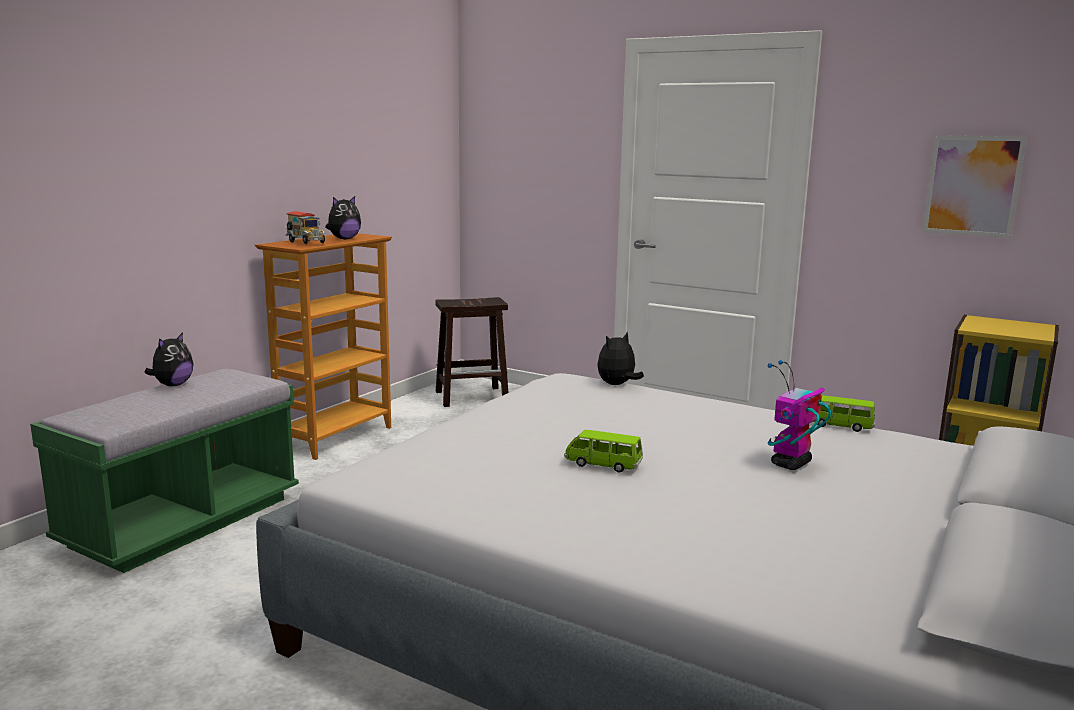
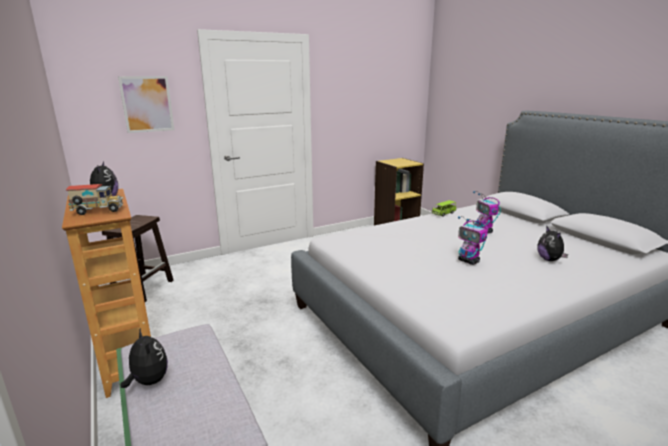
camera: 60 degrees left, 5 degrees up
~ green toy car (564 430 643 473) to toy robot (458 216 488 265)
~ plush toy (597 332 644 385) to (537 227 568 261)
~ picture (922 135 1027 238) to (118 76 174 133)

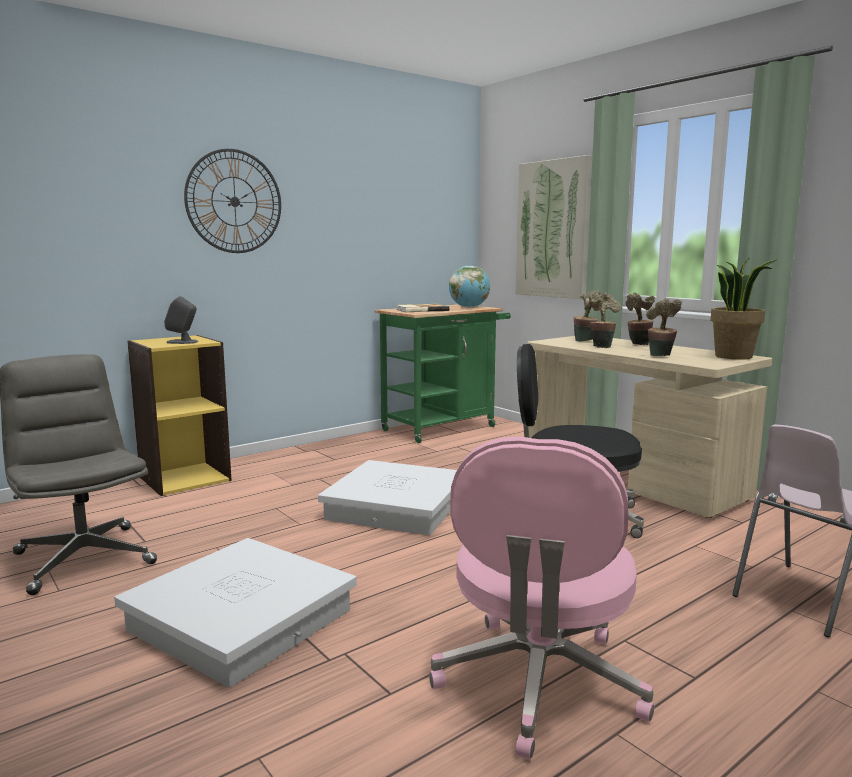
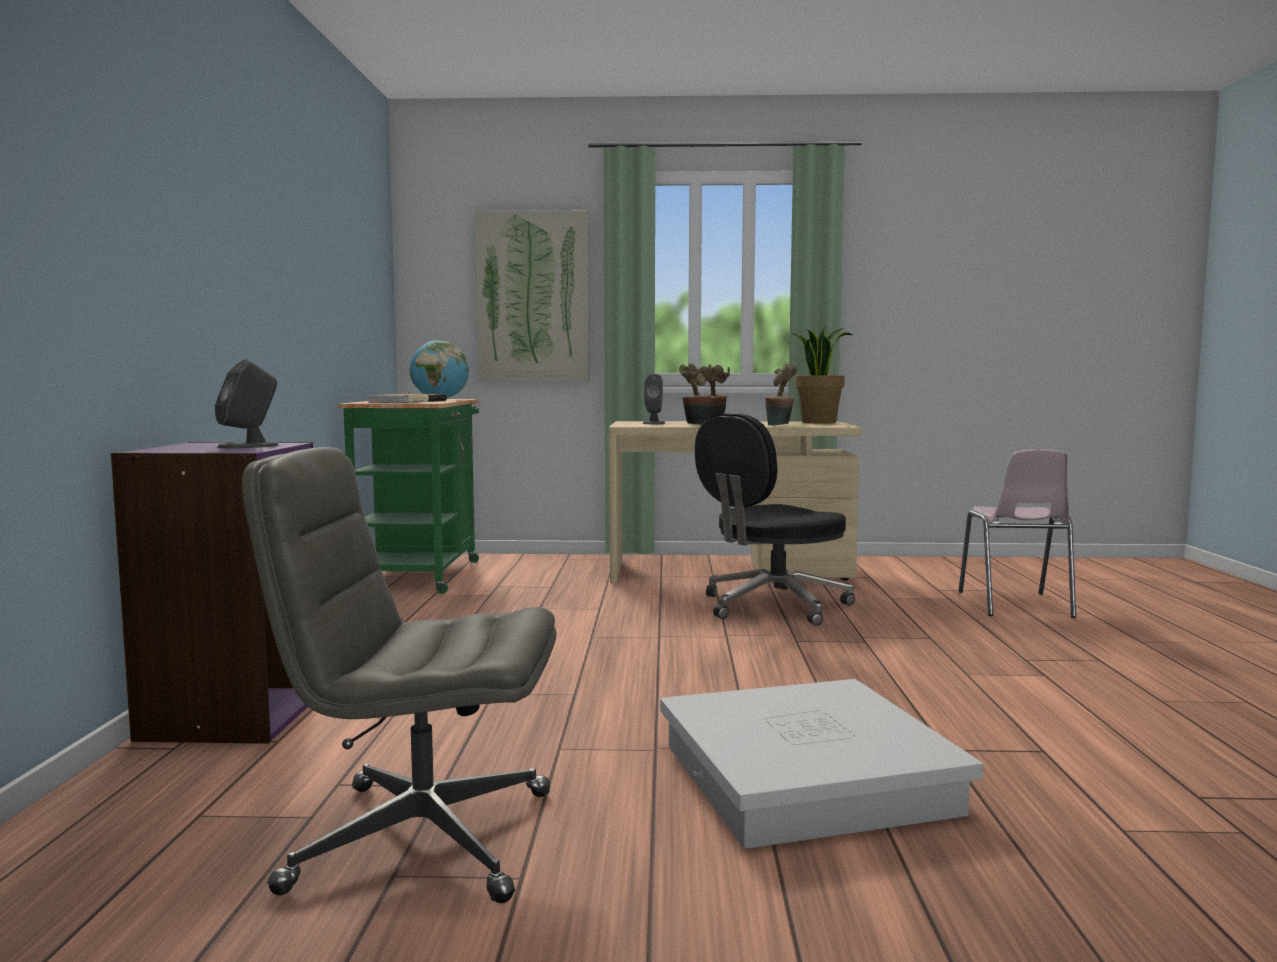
camera: 50 degrees left, 5 degrees down
~ yellow bookcase (127 335 232 496) to purple bookcase (111 442 313 744)
- wall clock (184 149 281 253)
- white storage box (318 460 457 536)
- pink office chair (429 437 655 760)
~ potted plant (574 290 600 341) to grey speaker (642 374 665 424)

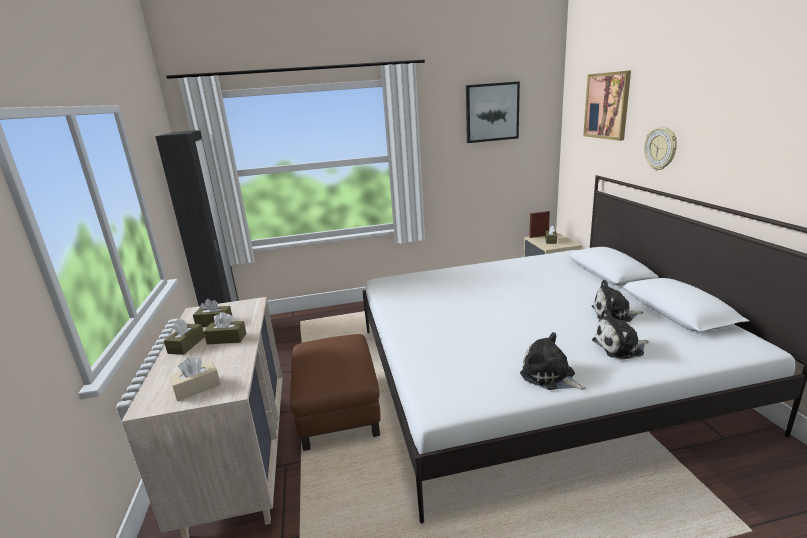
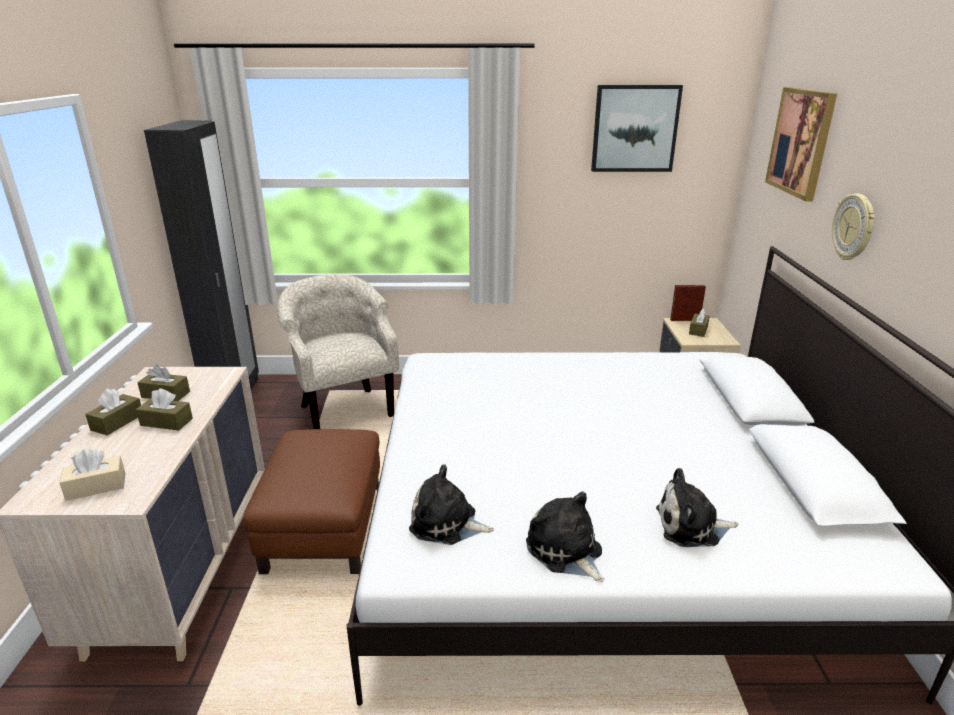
camera: 10 degrees right, 5 degrees up
~ plush toy (592 280 643 322) to (409 464 494 545)
+ beige armchair (277 274 399 429)

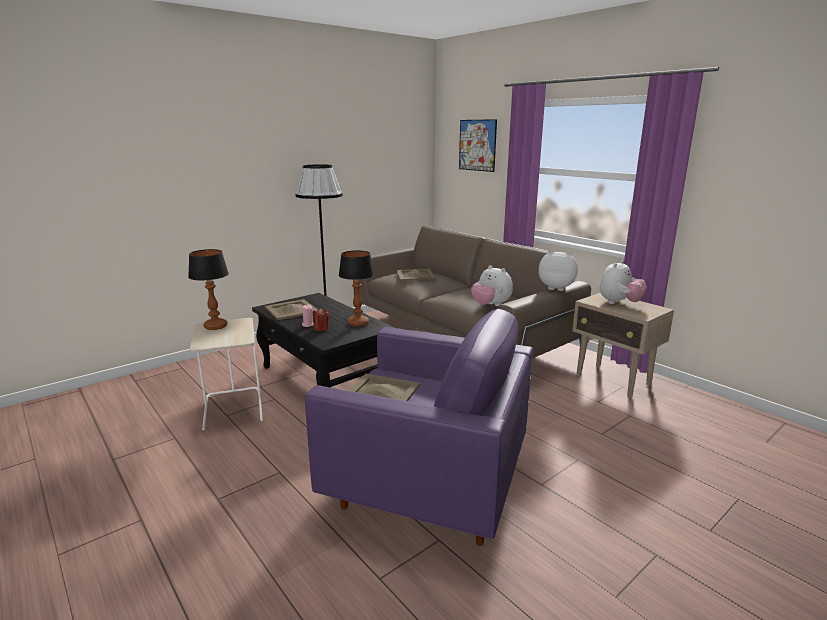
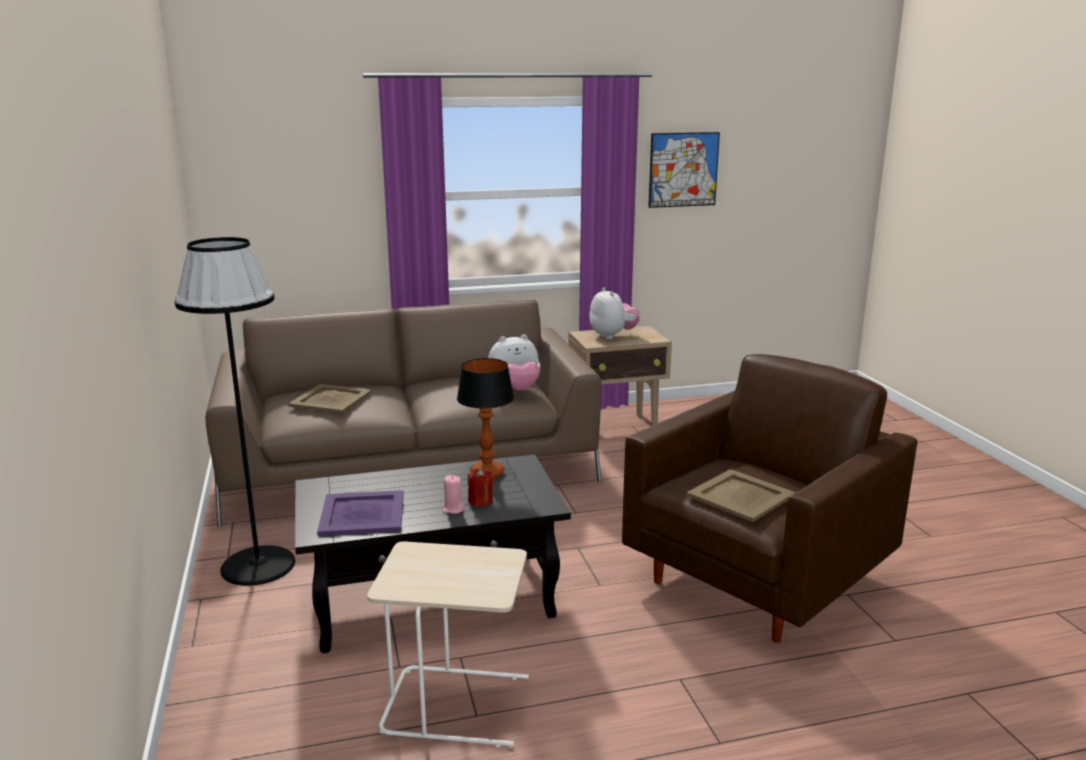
camera: 65 degrees left, 0 degrees up
- table lamp (188 249 229 330)
~ beige tray (265 299 318 320) to purple tray (317 490 404 536)
~ purple armchair (305 309 533 546) to brown armchair (622 354 918 643)
~ picture (459 119 497 172) to (648 132 720 208)
- plush toy (539 250 578 291)

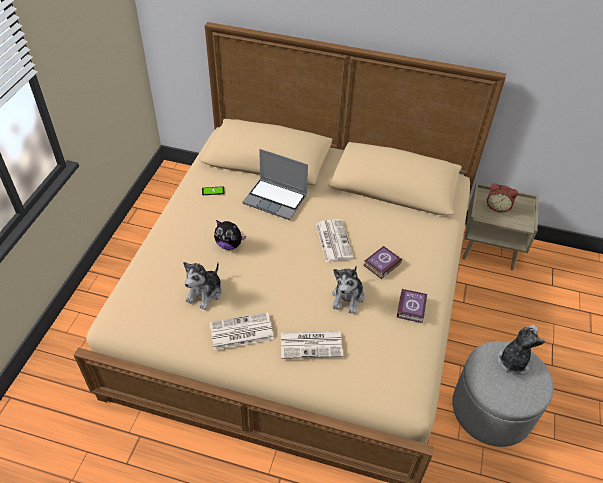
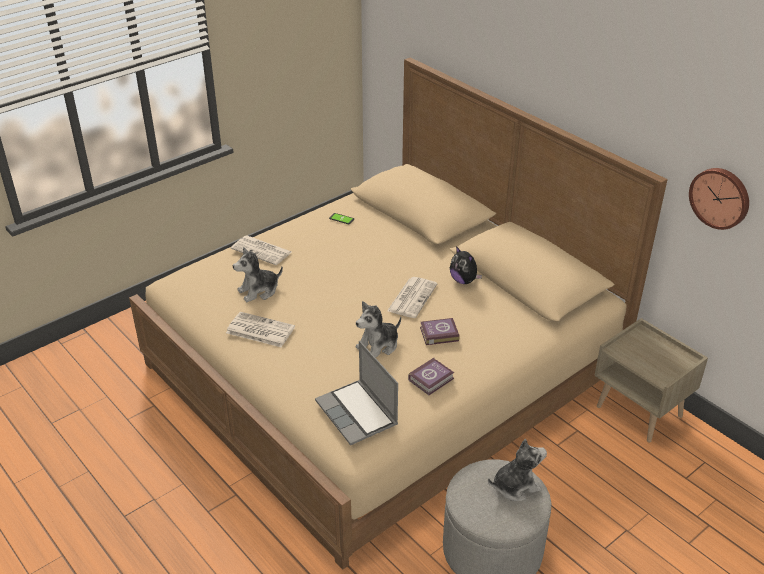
camera: 35 degrees right, 10 degrees down
~ plush toy (214 220 246 250) to (450 246 482 284)
~ laptop (242 149 308 220) to (315 341 398 446)
~ newspaper (281 331 343 359) to (231 235 292 265)
- alarm clock (487 183 518 213)
+ wall clock (689 168 749 230)

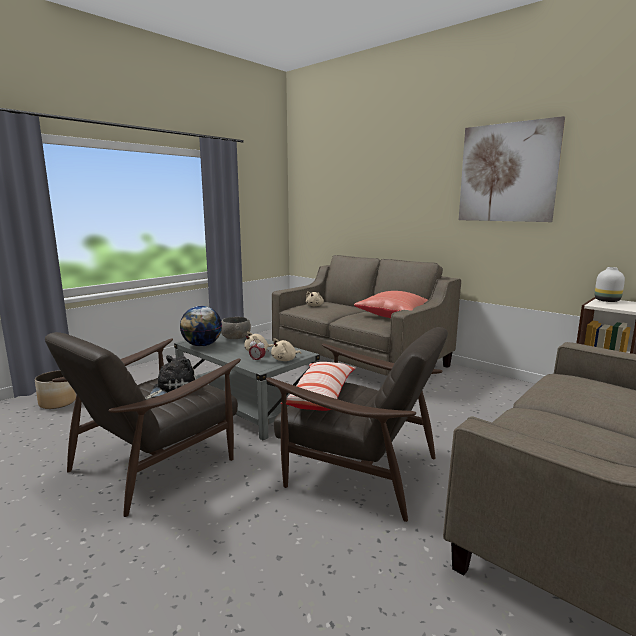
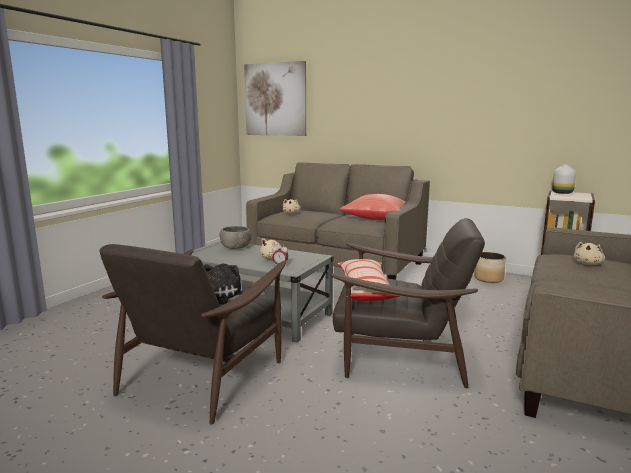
camera: 15 degrees left, 0 degrees up
~ planter (35 370 76 409) to (474 252 506 283)
- globe (180 306 222 346)
~ beige plush toy (271 338 301 361) to (574 242 605 265)
~ picture (459 116 565 222) to (244 61 306 136)

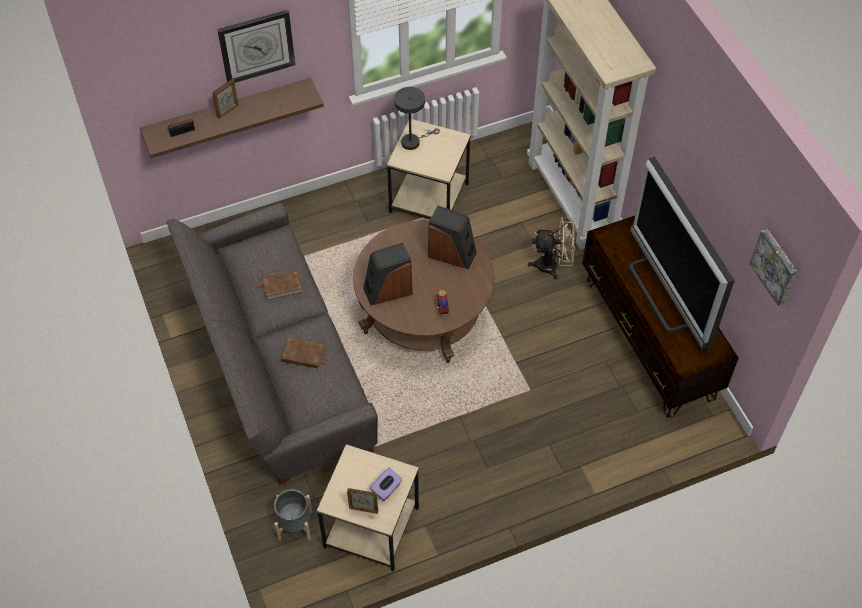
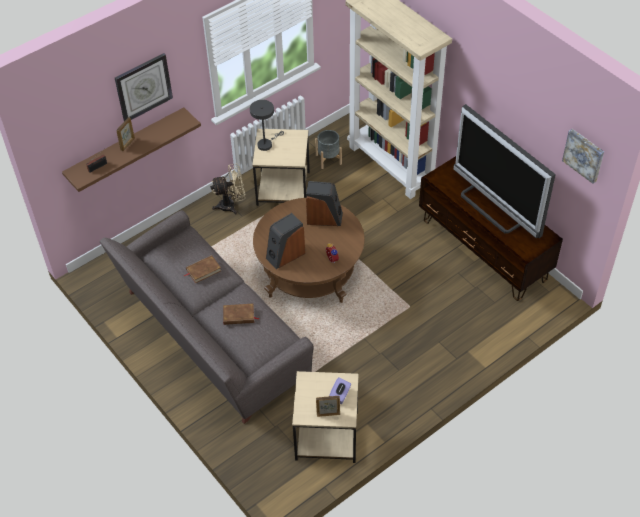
camera: 15 degrees left, 5 degrees down
~ grey planter (274 489 312 540) to (315 130 342 169)
~ beige fan (528 217 575 279) to (210 164 245 214)

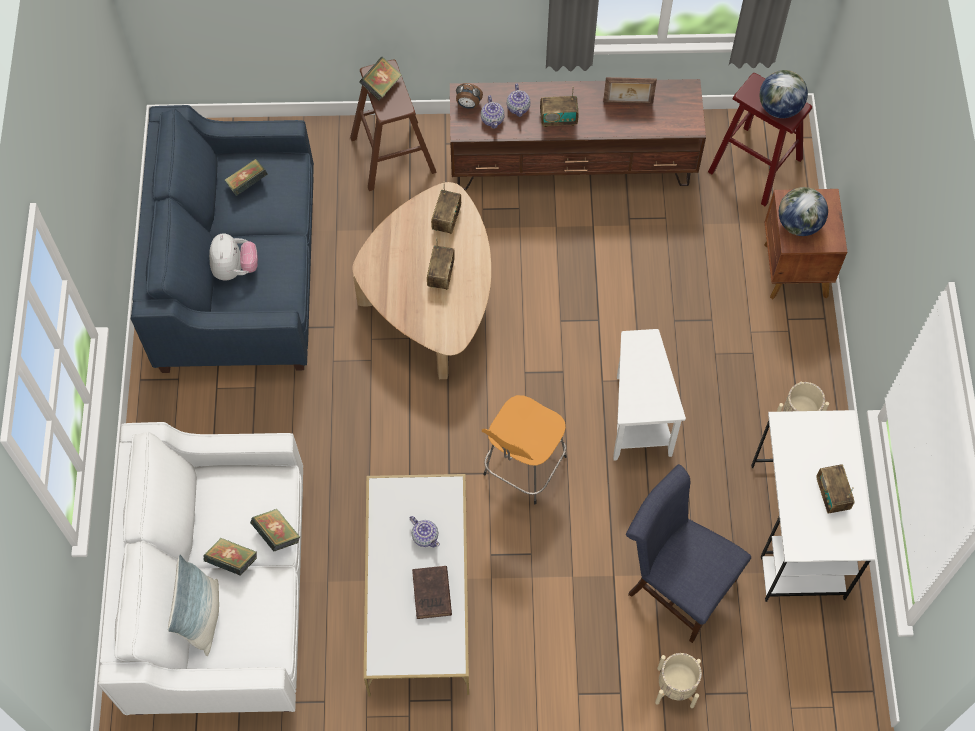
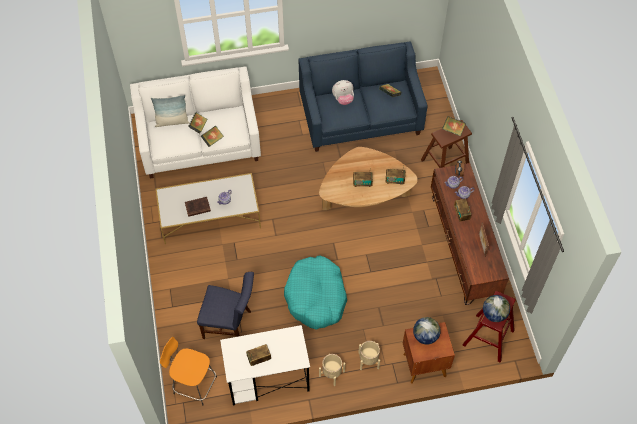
camera: 80 degrees right, 5 degrees down
~ orange stool (482 395 567 504) to (160 337 217 405)
~ white side table (613 329 686 460) to turquoise dog bed (284 255 347 330)
~ blue chair (626 464 751 643) = (197 272 254 339) 75 degrees clockwise
~ beige planter (655 653 702 708) to (358 341 380 370)

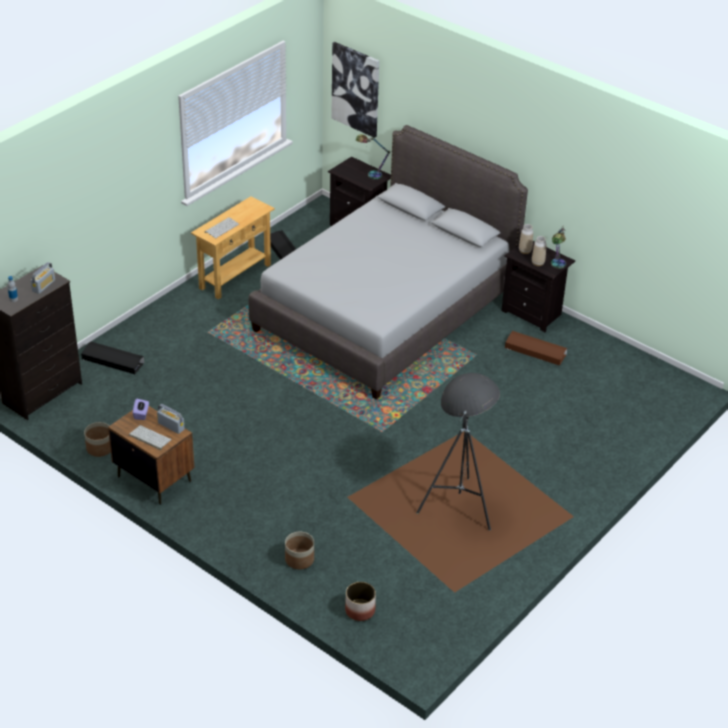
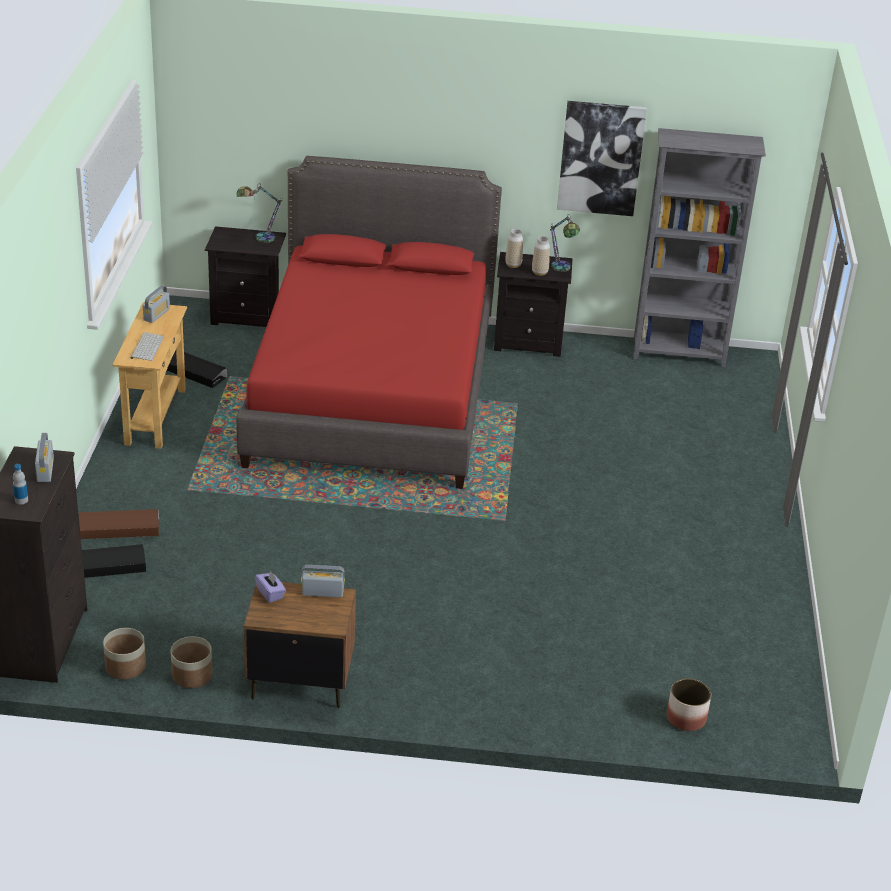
camera: 35 degrees left, 5 degrees down
- keyboard (129 425 172 450)
~ grey bed (248 125 528 400) to red bed (236 156 502 489)
~ planter (285 532 314 569) to (103 628 146 679)
~ picture (331 42 379 138) to (557 101 647 216)
- brown floor lamp (348 373 574 593)
~ brown storage box (505 331 568 366) to (78 509 159 539)
+ radio (143 285 170 323)
+ grey bookcase (633 128 766 367)

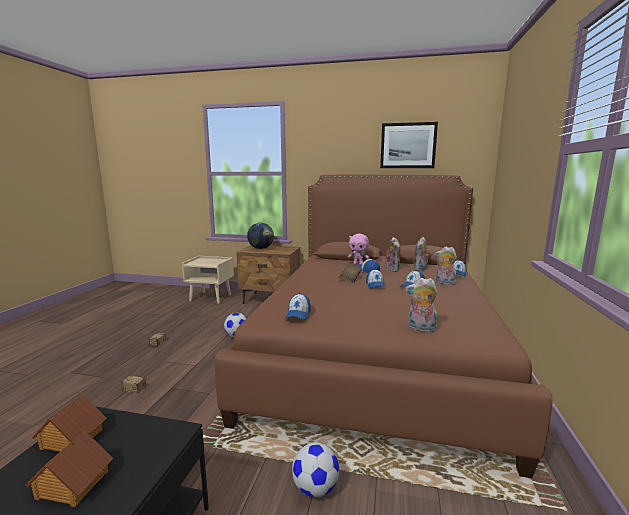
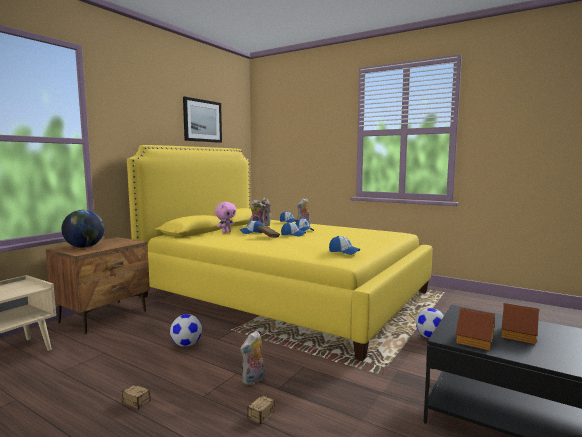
camera: 70 degrees left, 5 degrees down
~ brown bed (215 175 553 479) to yellow bed (127 145 432 361)
~ plush toy (405 278 438 333) to (240 331 265 385)

